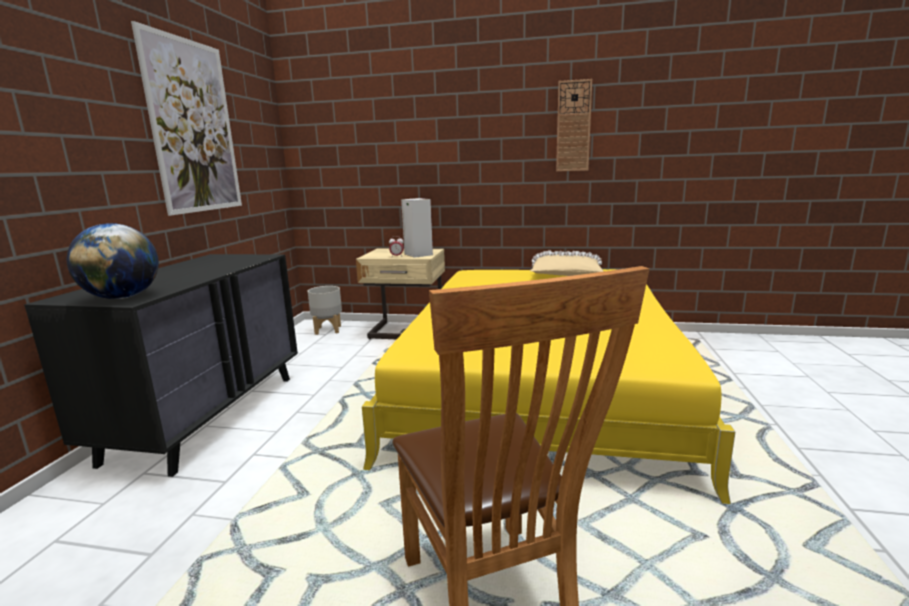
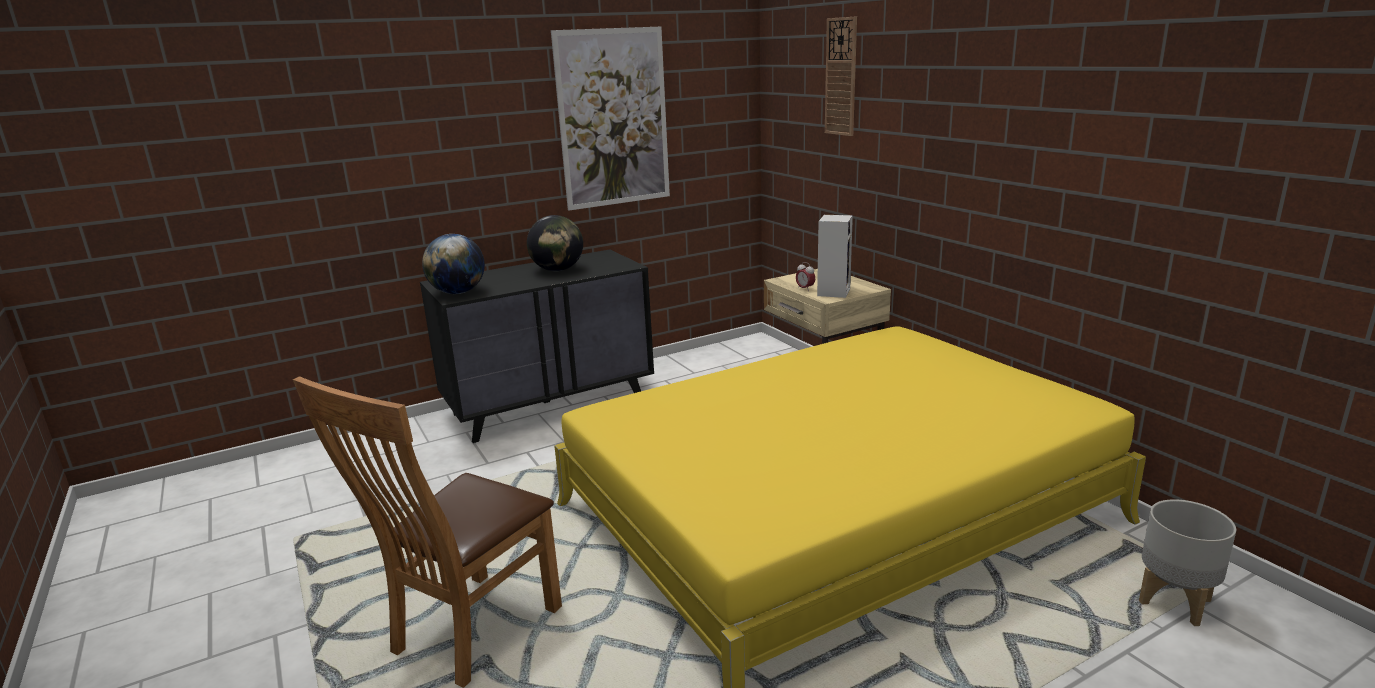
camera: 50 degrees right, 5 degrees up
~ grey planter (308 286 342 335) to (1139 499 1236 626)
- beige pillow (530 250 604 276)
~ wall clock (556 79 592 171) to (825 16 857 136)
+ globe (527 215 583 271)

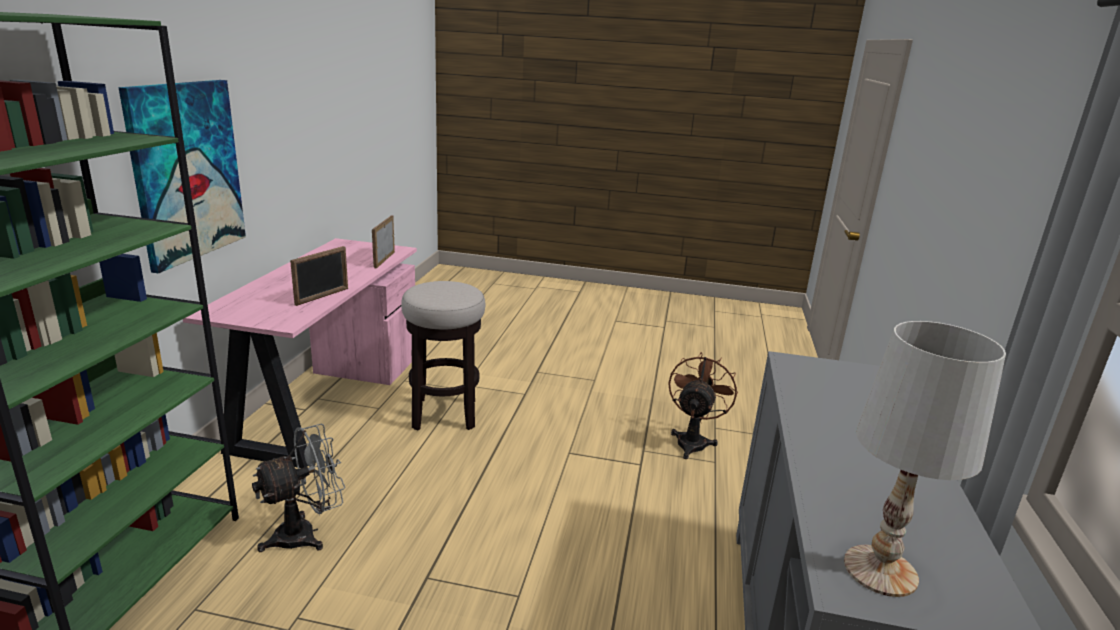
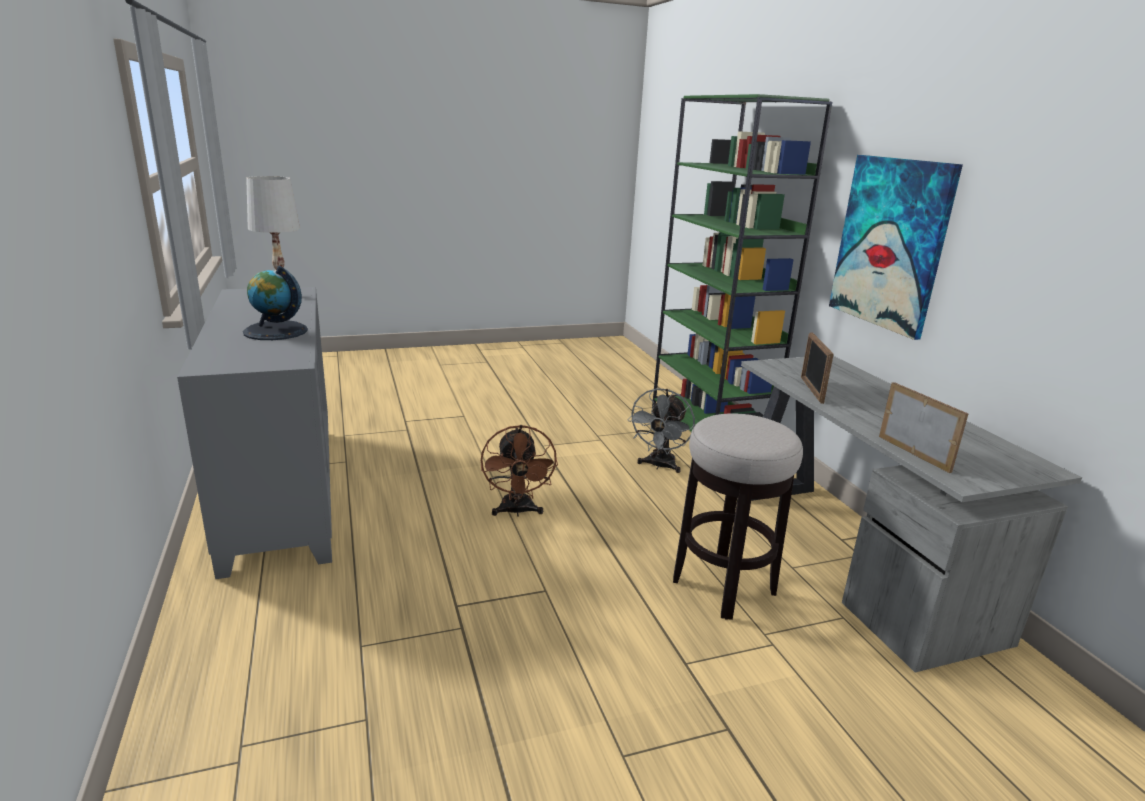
camera: 150 degrees right, 0 degrees up
~ pink desk (183 238 417 468) to grey desk (741 356 1082 673)
~ brown fan (668 352 738 459) to (481 425 558 517)
+ globe (243 266 308 340)

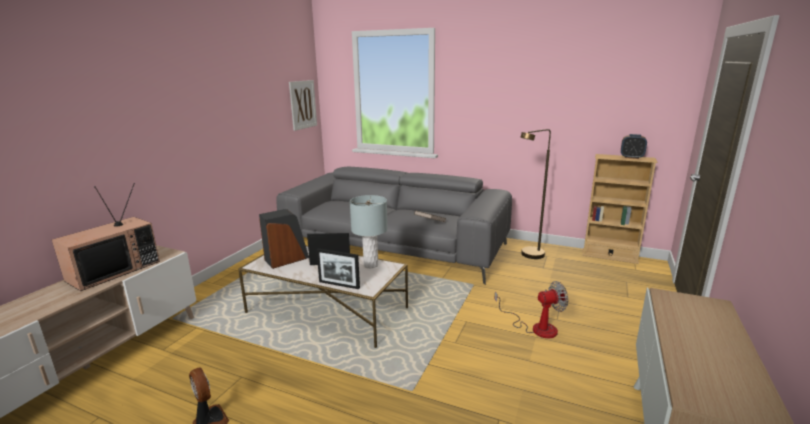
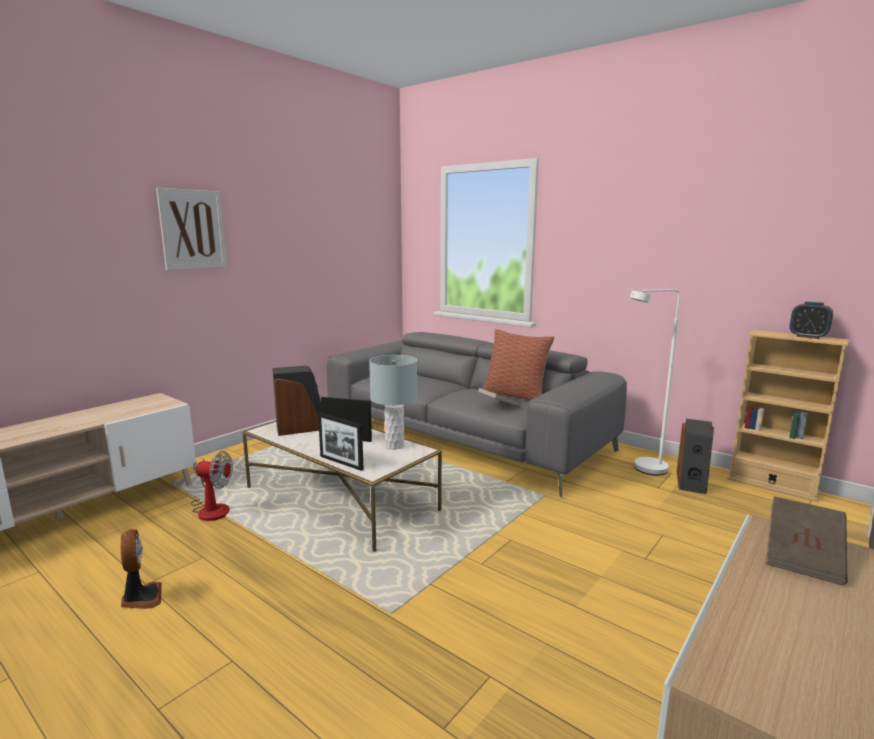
camera: 15 degrees right, 5 degrees down
- television (52 183 160 291)
~ picture (289 80 317 131) to (156 188 227 270)
~ fan (495 281 568 338) to (191 451 233 521)
~ brown floor lamp (520 129 551 259) to white floor lamp (630 289 680 475)
+ pillow (482 329 554 400)
+ speaker (677 419 714 494)
+ brown book (766 496 848 585)

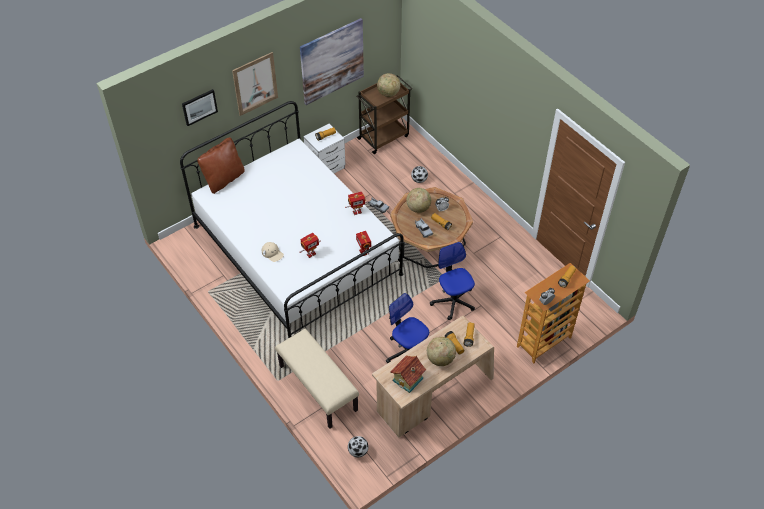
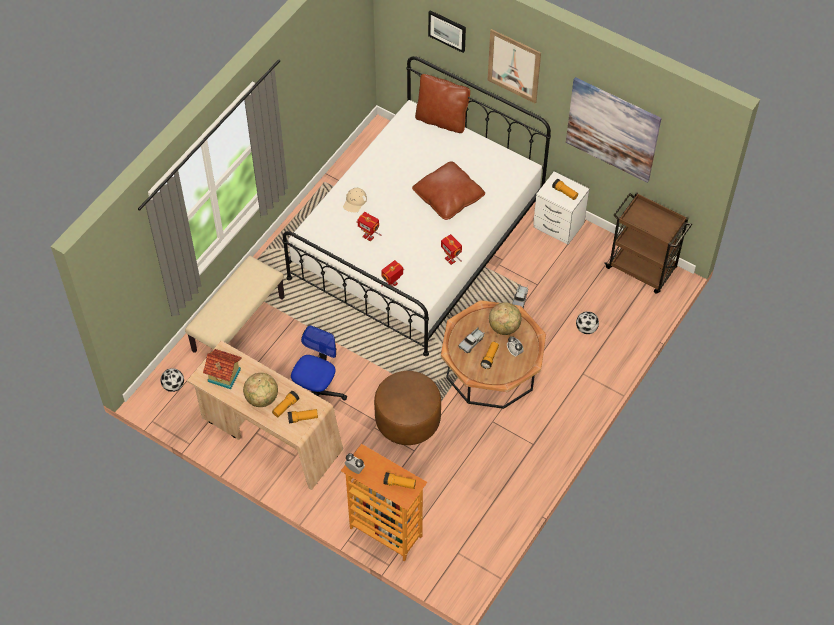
camera: 70 degrees right, 5 degrees up
- globe (377 73 400 97)
~ office chair (430 242 475 320) to brown ottoman (374 371 441 445)
+ brown pillow (412 161 485 220)

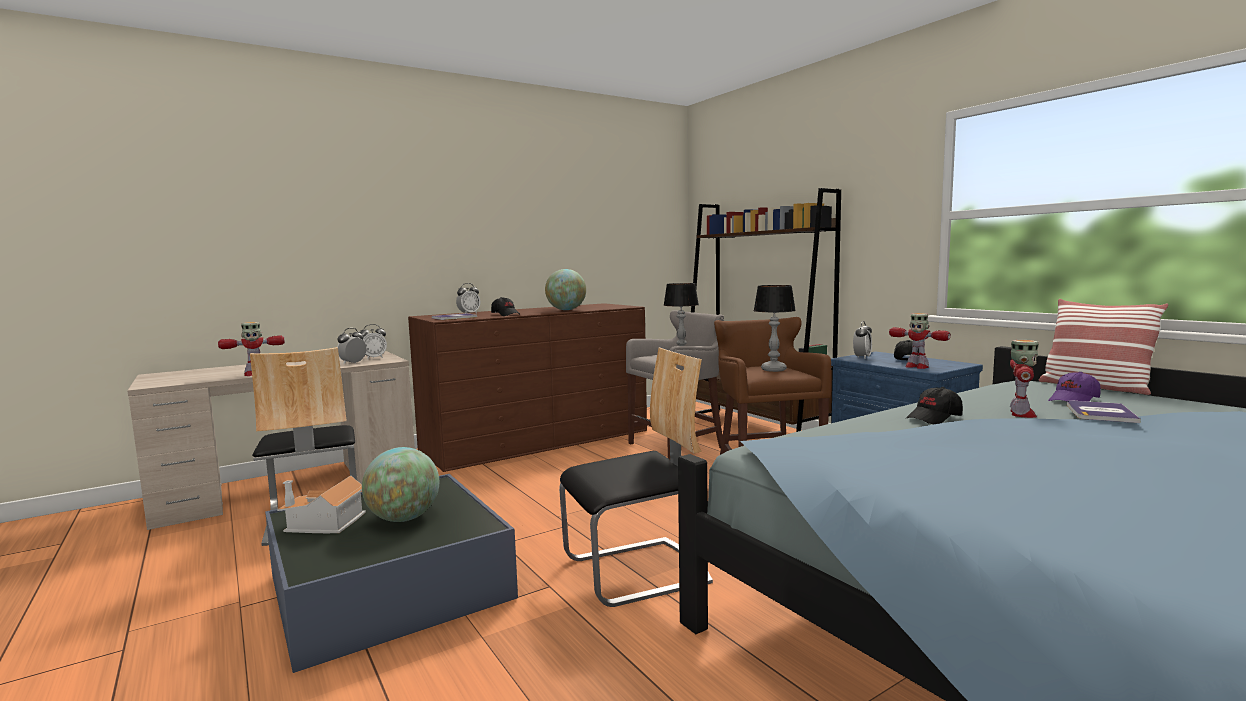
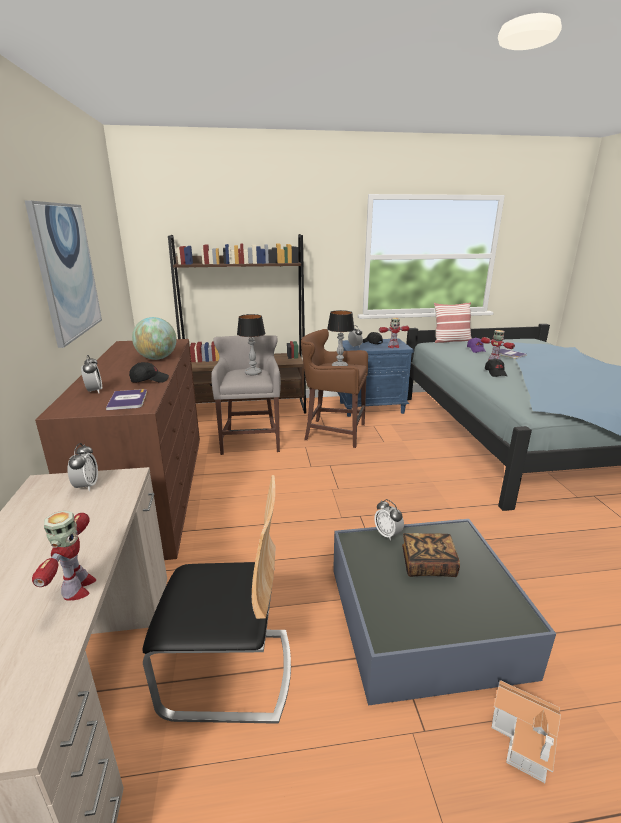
camera: 65 degrees left, 15 degrees up
~ toy house (277 476 366 533) to (491 680 561 783)
~ alarm clock (337 328 366 364) to (374 499 404 541)
~ globe (362 447 439 522) to book (402 533 460 577)
- chair (559 348 713 607)
+ picture (25 201 102 348)

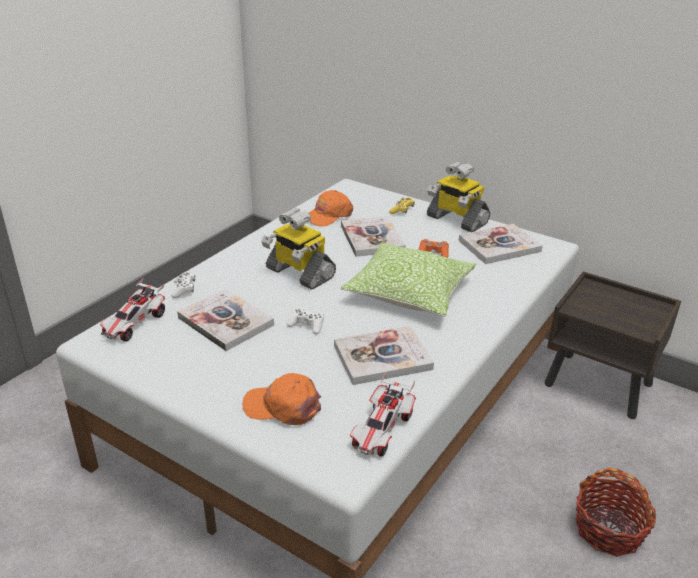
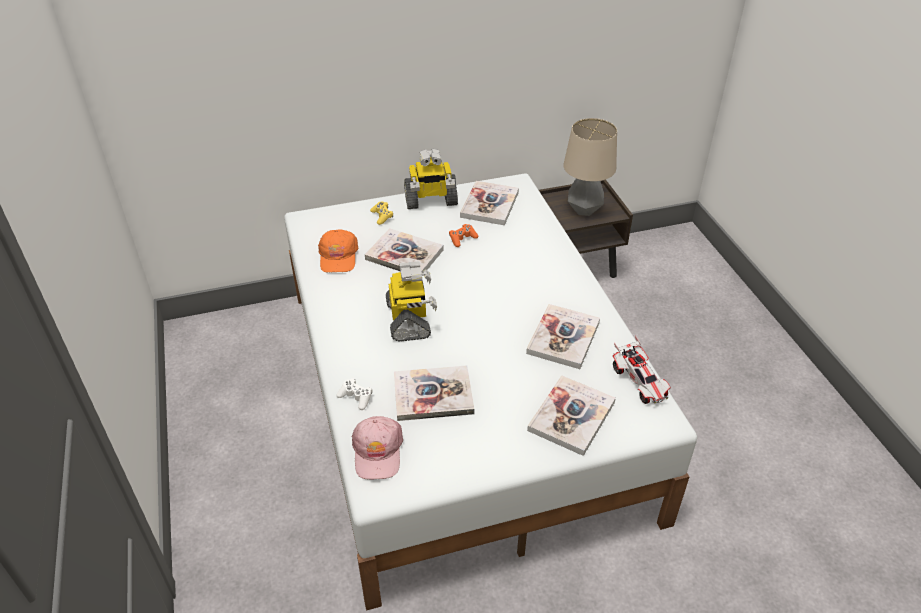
camera: 50 degrees left, 10 degrees up
~ toy car (100 278 165 342) to pink cap (352 416 403 480)
~ orange cap (243 373 321 425) to book (527 376 616 456)
~ toy robot (261 209 336 290) = (386 261 437 342) 90 degrees counterclockwise
- white game controller (287 307 324 334)
- pillow (340 242 476 317)
- basket (576 468 656 557)
+ table lamp (563 118 617 216)

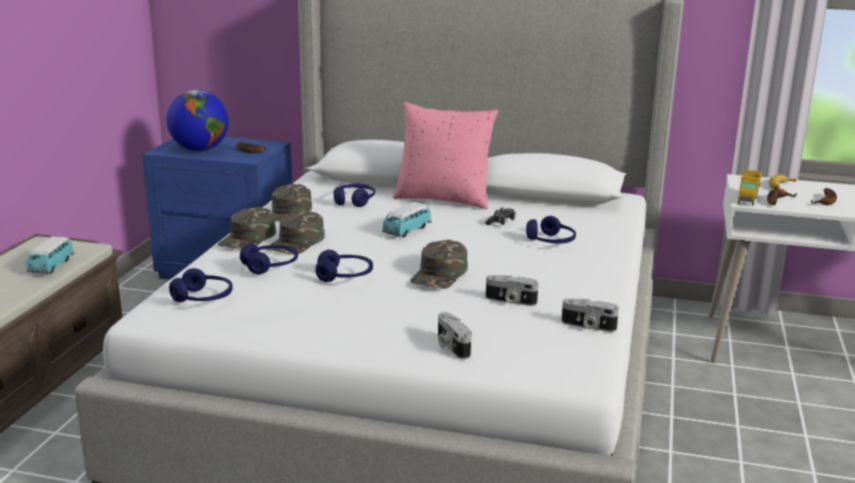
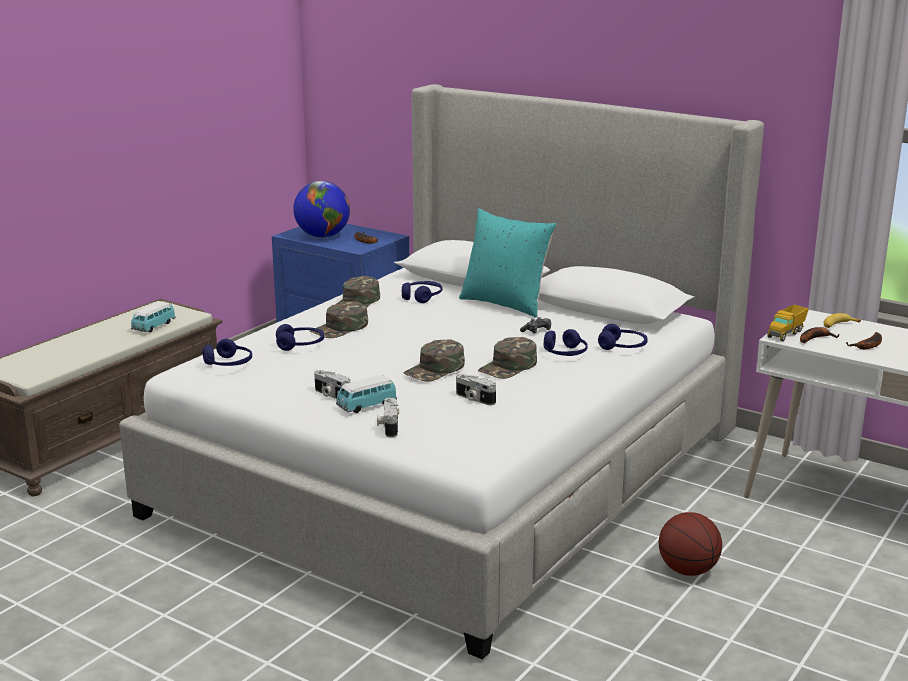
camera: 20 degrees right, 0 degrees up
~ green cap (218 207 276 250) to (478 337 537 379)
~ blue headphones (315 250 373 282) to (598 324 648 350)
~ toy car (382 202 432 238) to (336 375 397 413)
~ pink pillow (393 102 498 209) to turquoise pillow (459 208 557 318)
~ photo camera (561 298 619 332) to (314 370 351 399)
+ basketball (659 512 722 576)

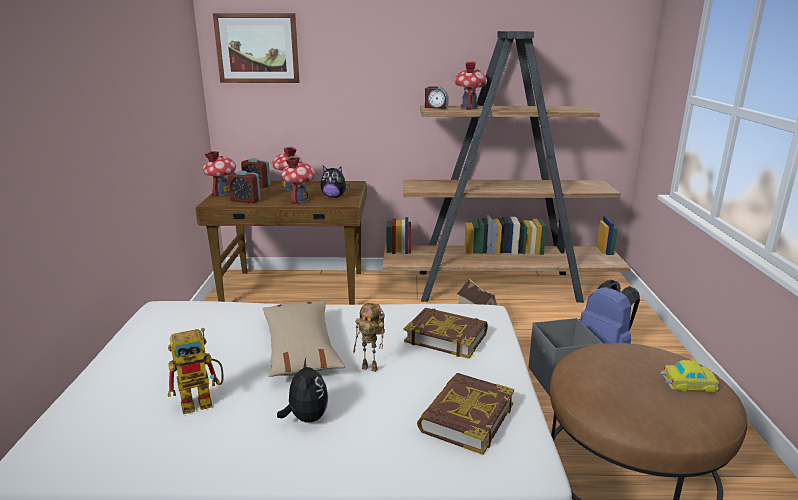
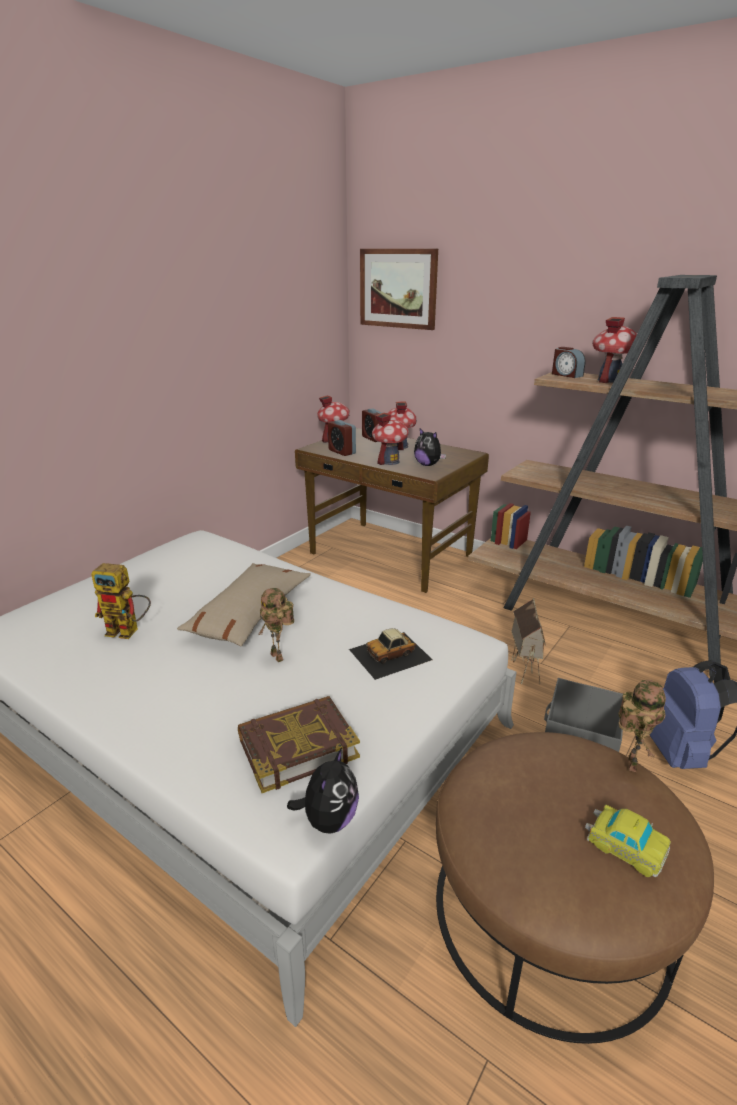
camera: 35 degrees right, 5 degrees up
~ plush toy (277 358 328 422) to (287 748 359 834)
~ book (404 308 488 359) to toy car (349 628 432 680)
+ toy robot (618 679 666 772)

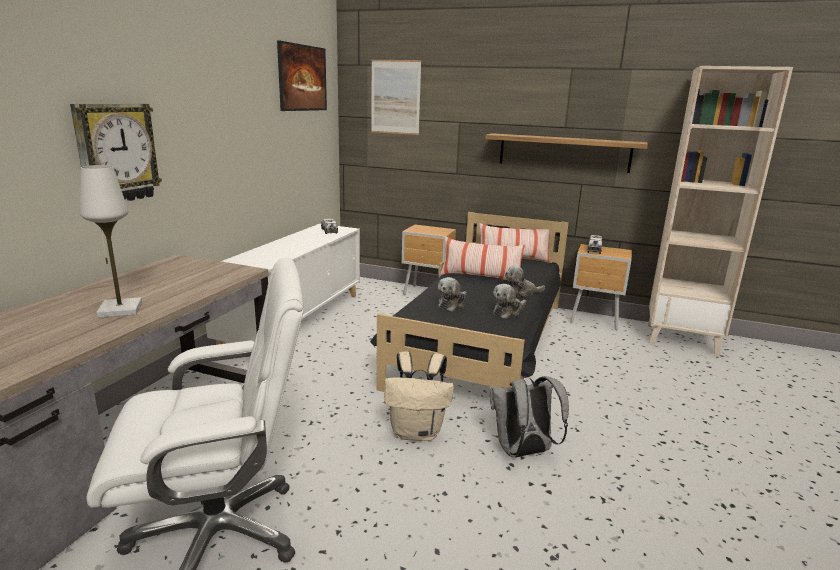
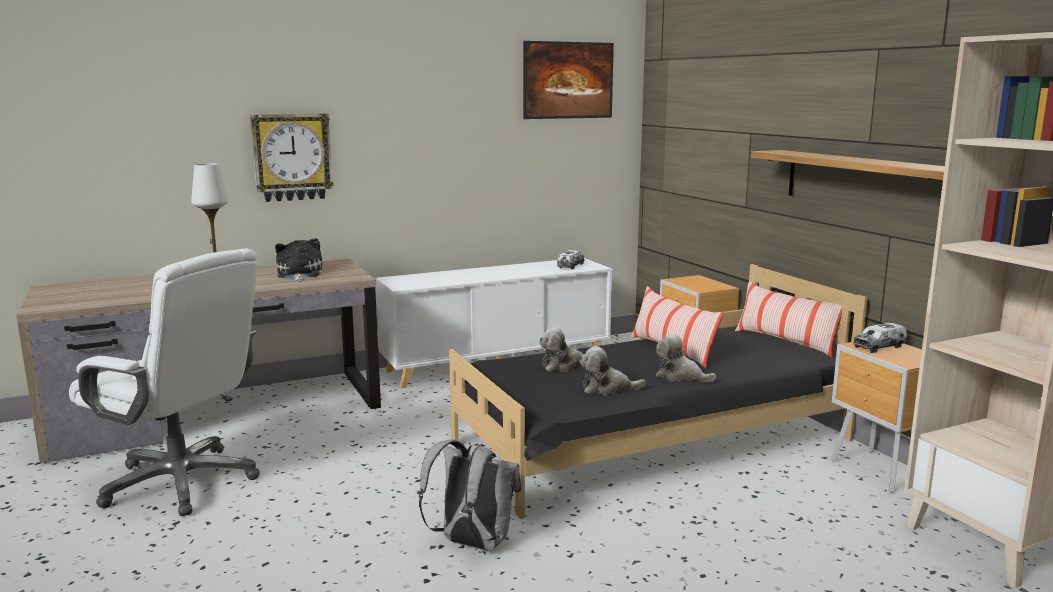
camera: 45 degrees right, 5 degrees down
- picture (371 60 421 135)
- beige backpack (384 351 454 441)
+ plush toy (275 238 322 282)

